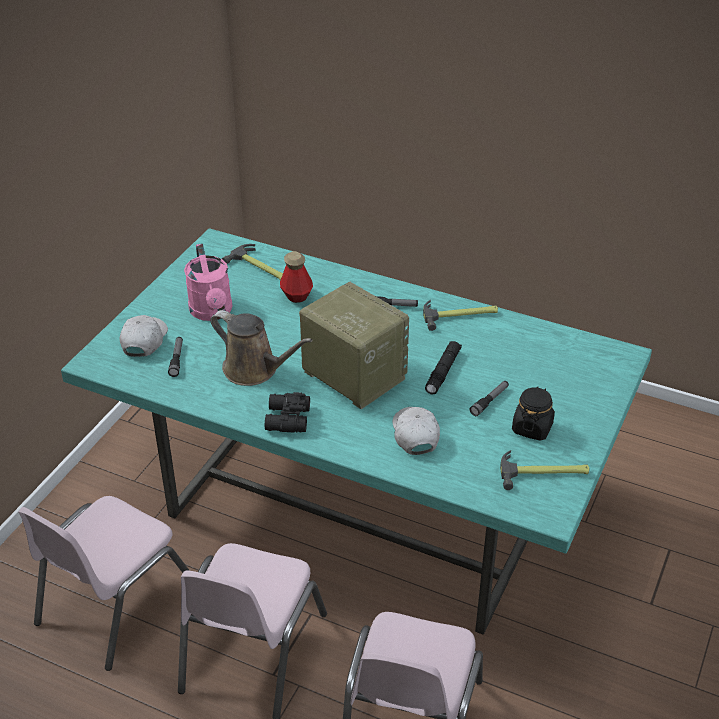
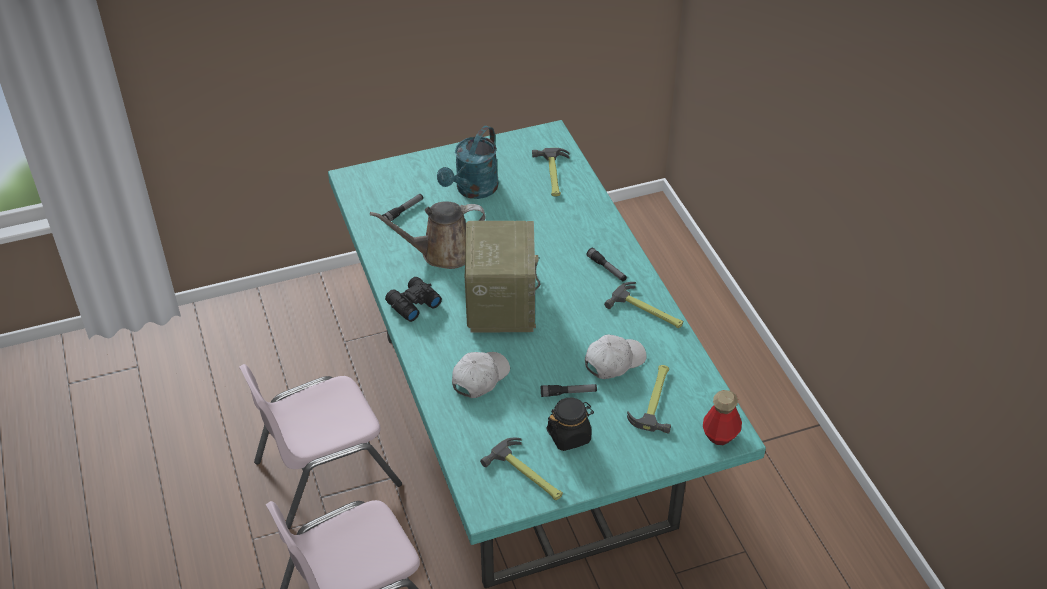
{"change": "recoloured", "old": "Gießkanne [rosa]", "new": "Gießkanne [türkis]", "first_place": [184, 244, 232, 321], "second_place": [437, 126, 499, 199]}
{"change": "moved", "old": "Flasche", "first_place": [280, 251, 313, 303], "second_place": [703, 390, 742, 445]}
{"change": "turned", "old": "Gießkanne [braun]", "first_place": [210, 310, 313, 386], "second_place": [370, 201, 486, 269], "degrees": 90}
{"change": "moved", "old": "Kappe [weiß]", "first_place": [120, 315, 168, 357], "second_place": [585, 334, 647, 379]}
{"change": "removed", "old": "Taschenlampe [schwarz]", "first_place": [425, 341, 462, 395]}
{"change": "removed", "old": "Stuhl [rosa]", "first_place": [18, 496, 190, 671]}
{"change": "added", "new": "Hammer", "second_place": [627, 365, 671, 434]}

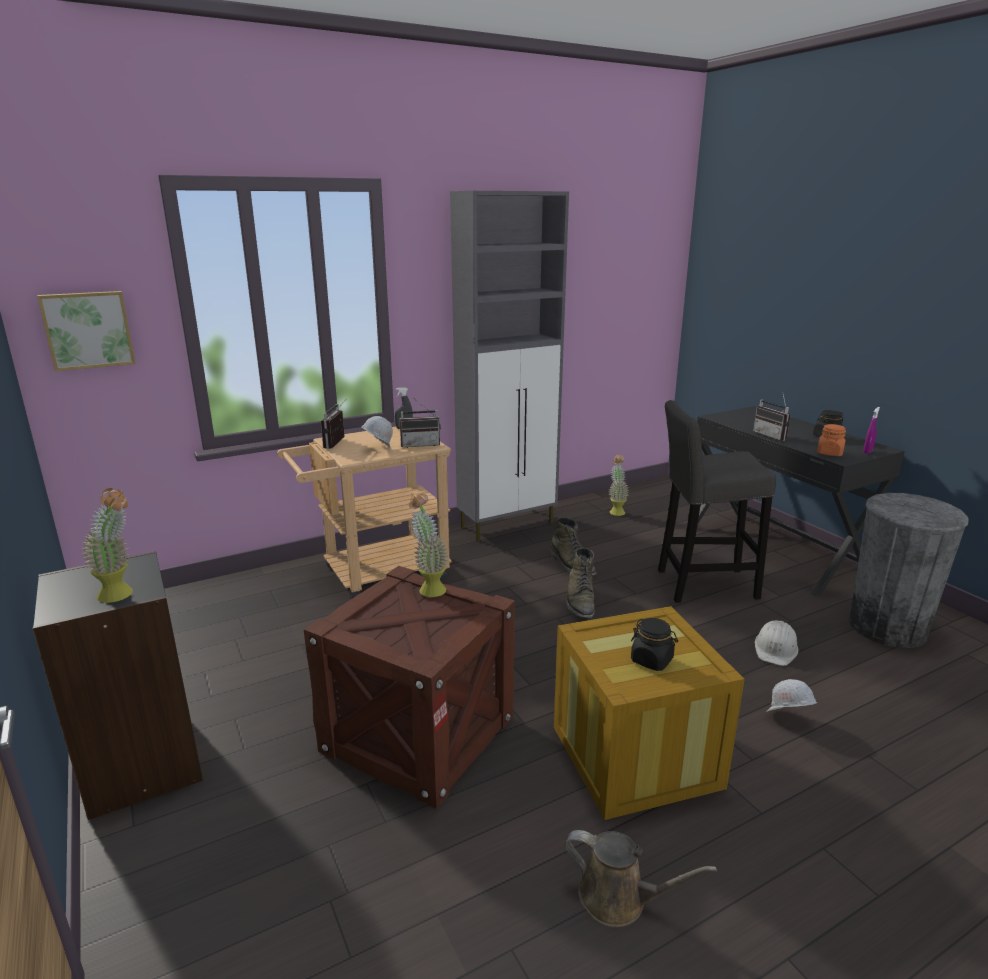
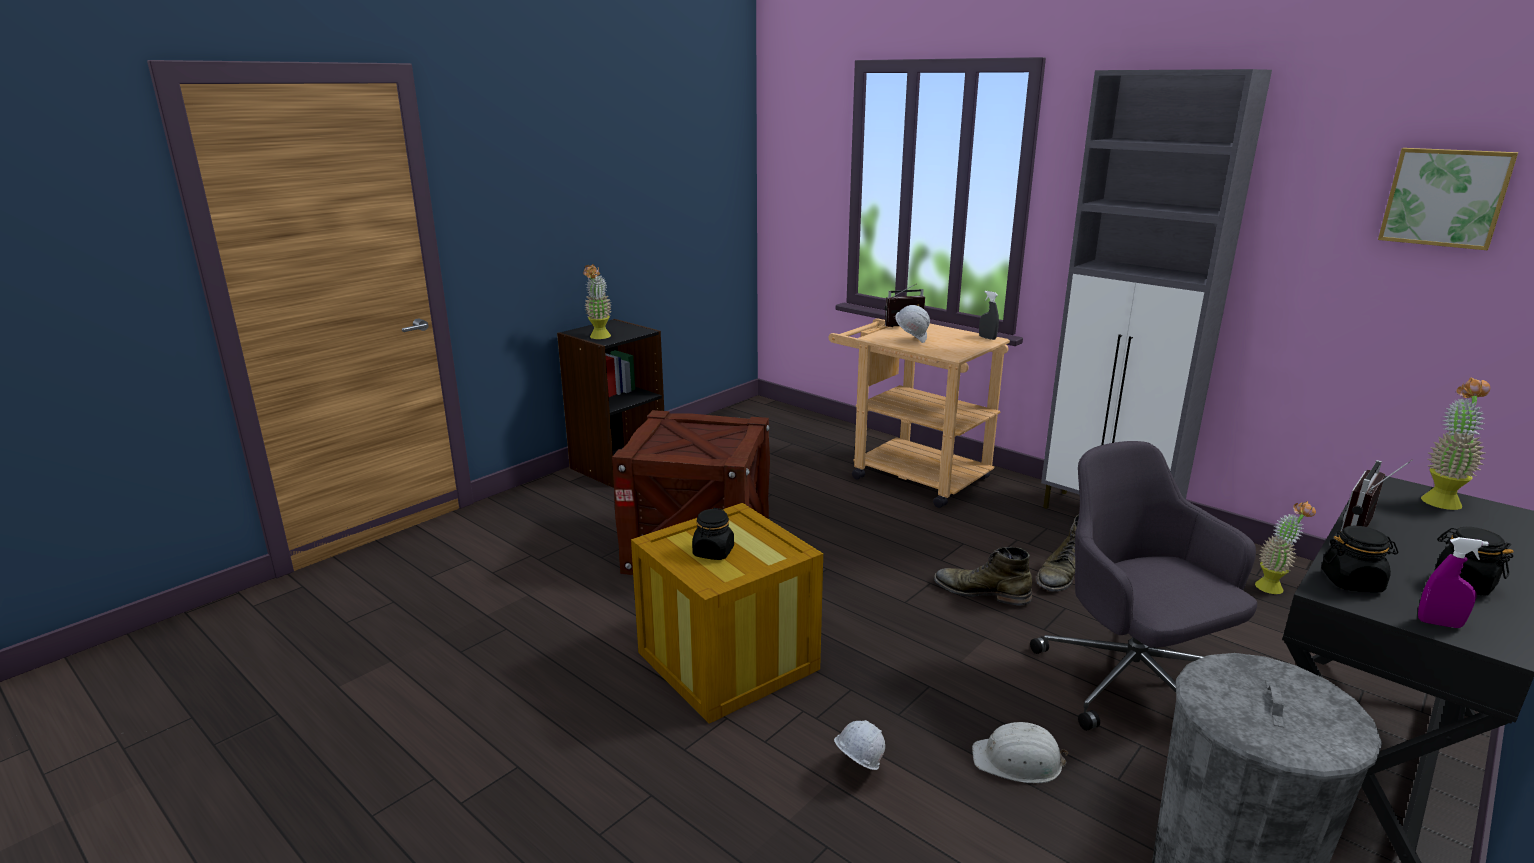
{"change": "moved", "old": "Bild", "first_place": [37, 291, 136, 371], "second_place": [1378, 148, 1518, 250]}
{"change": "removed", "old": "Radio", "first_place": [399, 399, 441, 448]}
{"change": "replaced", "old": "Hocker [grau]", "new": "Bürostuhl [grau]", "first_place": [658, 400, 776, 603], "second_place": [1030, 441, 1257, 731]}
{"change": "recoloured", "old": "Vorratsglas [orange]", "new": "Vorratsglas [schwarz]", "first_place": [817, 424, 846, 456], "second_place": [1321, 526, 1398, 592]}
{"change": "moved", "old": "Topfpflanze", "first_place": [409, 492, 448, 597], "second_place": [1421, 377, 1490, 510]}
{"change": "turned", "old": "Stiefel [grün]", "first_place": [566, 548, 595, 618], "second_place": [934, 547, 1032, 606], "degrees": 45}
{"change": "removed", "old": "Gießkanne [braun]", "first_place": [565, 830, 717, 927]}

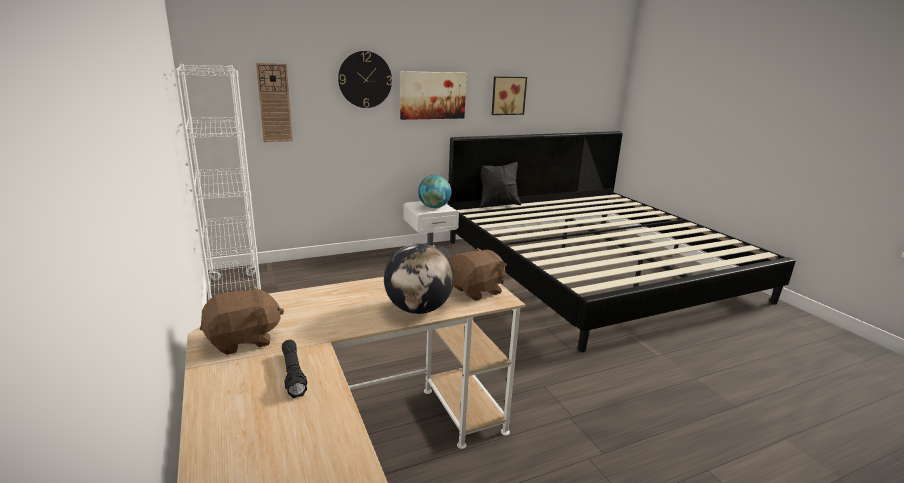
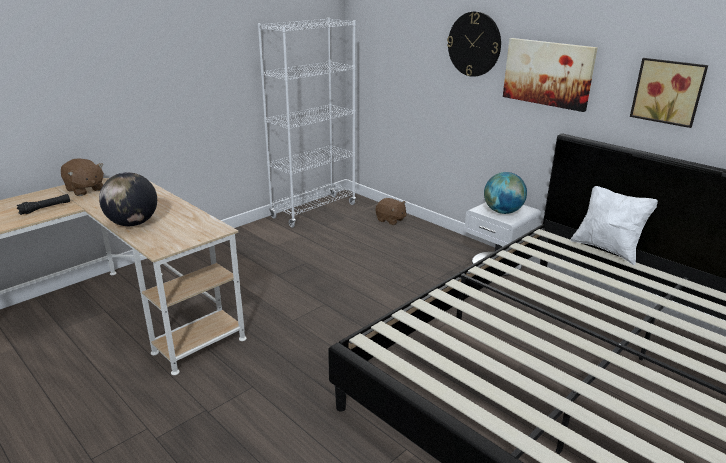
{"change": "removed", "old": "Wanduhr", "first_place": [256, 63, 293, 142]}
{"change": "recoloured", "old": "Kissen [schwarz]", "new": "Kissen [weiß]", "first_place": [480, 162, 521, 208], "second_place": [571, 186, 658, 265]}
{"change": "moved", "old": "Plüschtier [braun]", "first_place": [450, 248, 507, 301], "second_place": [376, 198, 406, 225]}

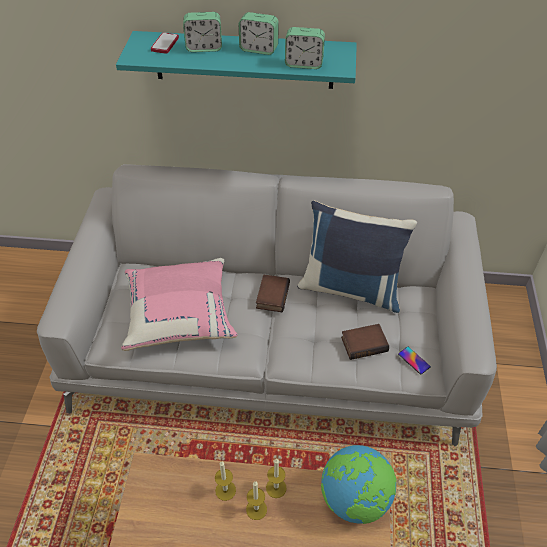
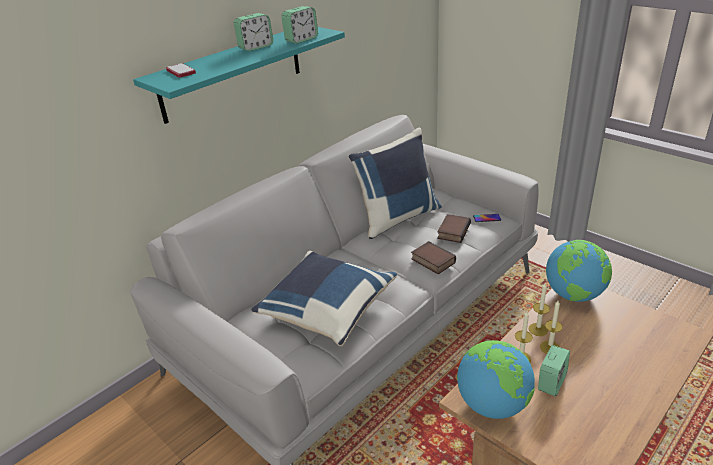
{"change": "moved", "old": "Wecker", "first_place": [183, 12, 222, 52], "second_place": [538, 345, 570, 396]}
{"change": "recoloured", "old": "Kissen [rosa]", "new": "Kissen [blau]", "first_place": [121, 258, 237, 351], "second_place": [252, 251, 397, 346]}
{"change": "moved", "old": "Buch", "first_place": [256, 275, 290, 312], "second_place": [411, 241, 456, 274]}
{"change": "added", "new": "Globus", "second_place": [457, 340, 535, 419]}

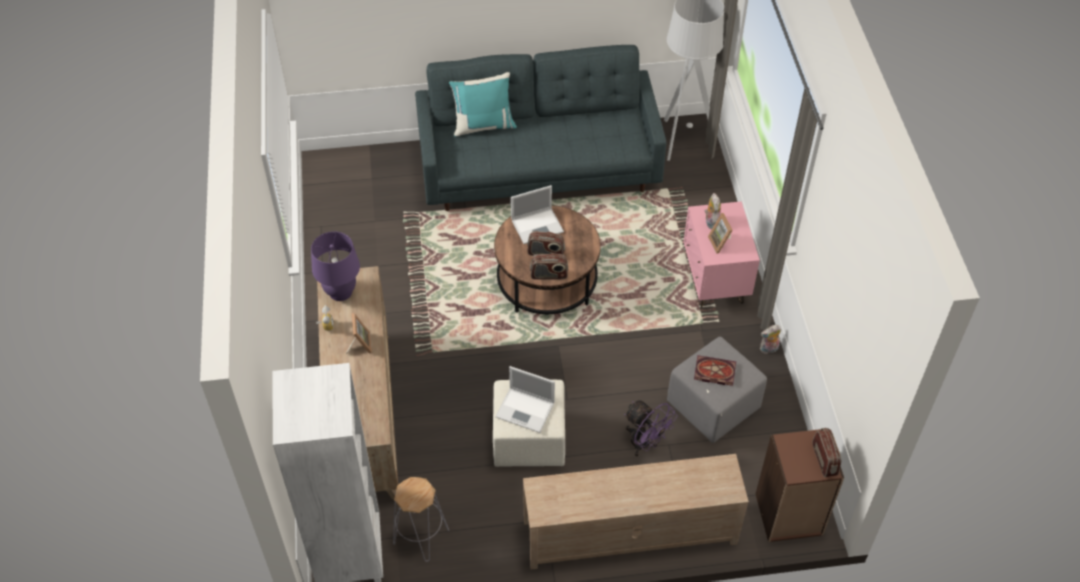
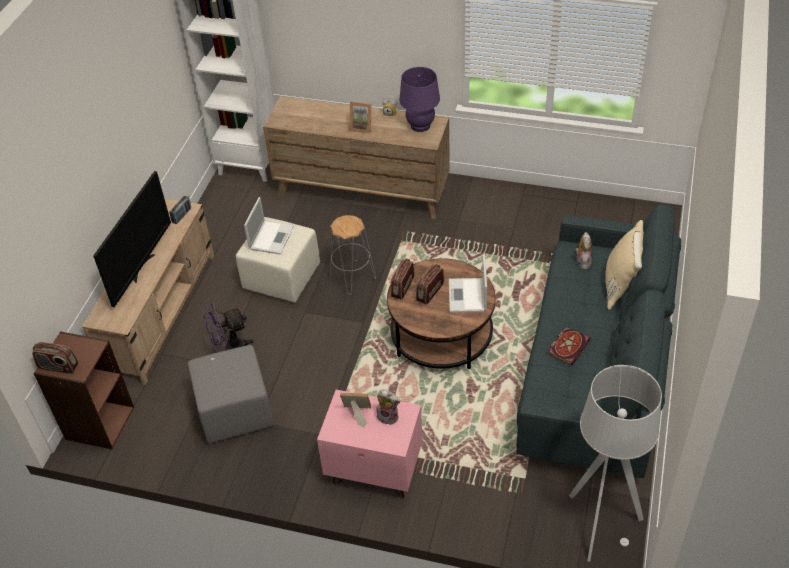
{"change": "recoloured", "old": "Kissen [türkis]", "new": "Kissen [beige]", "first_place": [449, 72, 517, 137], "second_place": [606, 220, 644, 310]}
{"change": "moved", "old": "Plüschtier", "first_place": [760, 325, 781, 354], "second_place": [575, 232, 592, 270]}
{"change": "moved", "old": "Buch", "first_place": [694, 355, 736, 386], "second_place": [548, 327, 591, 365]}
{"change": "turned", "old": "Laptop", "first_place": [495, 366, 555, 433], "second_place": [244, 197, 294, 255], "degrees": 150}
{"change": "moved", "old": "Hocker [grau]", "first_place": [393, 477, 449, 562], "second_place": [329, 215, 376, 295]}
{"change": "added", "new": "Fernseher", "second_place": [93, 171, 171, 307]}
{"change": "added", "new": "Radio", "second_place": [170, 196, 191, 224]}

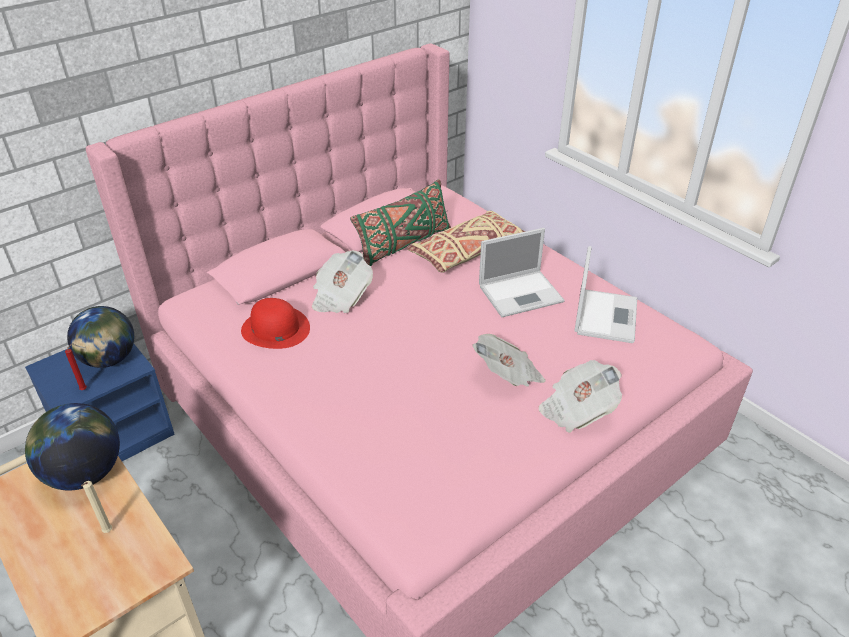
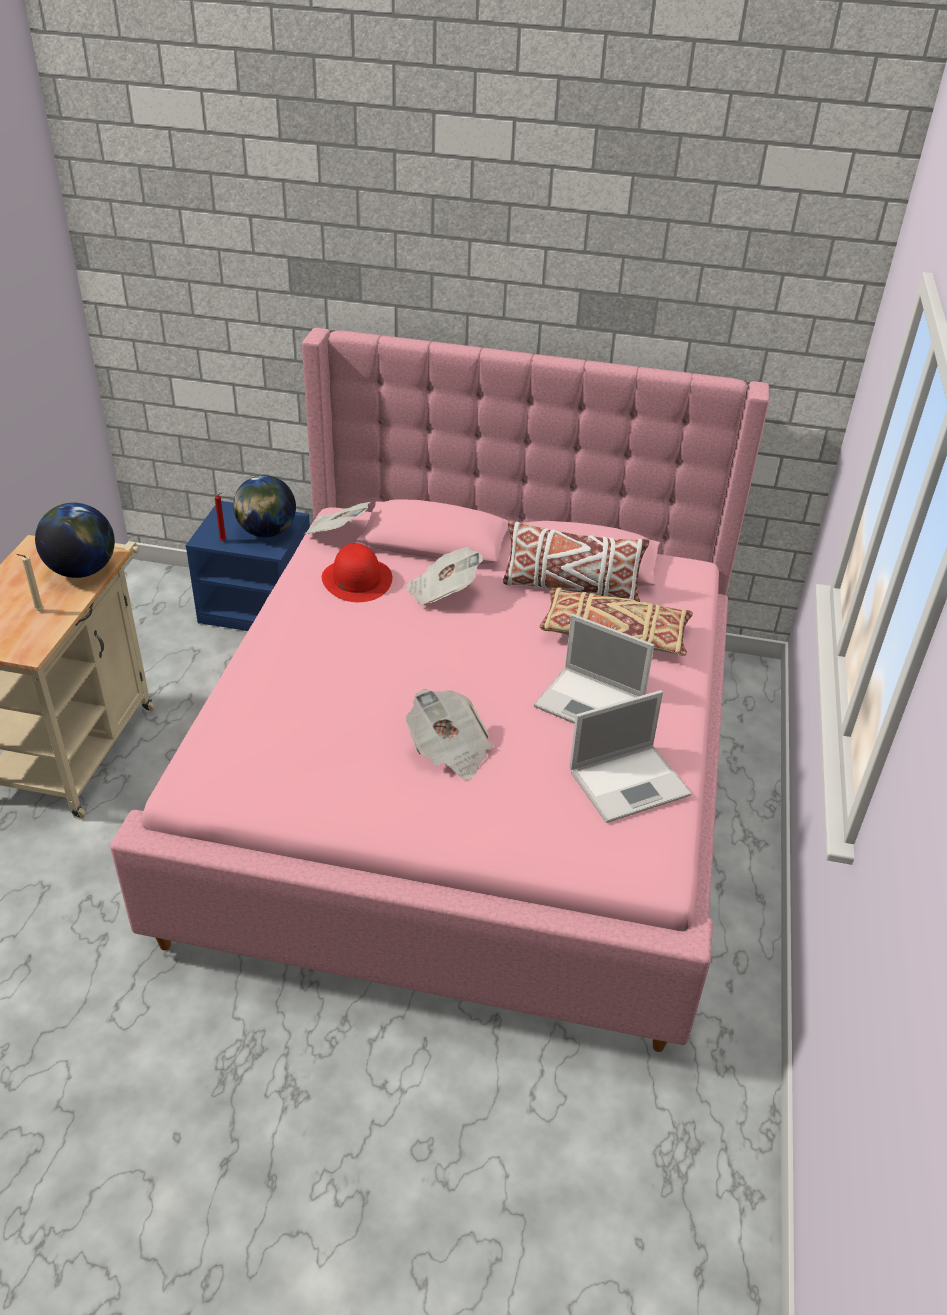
{"change": "recoloured", "old": "Kissen [grün]", "new": "Kissen [weiß]", "first_place": [350, 179, 451, 266], "second_place": [503, 520, 649, 602]}
{"change": "moved", "old": "Zeitung", "first_place": [539, 360, 622, 433], "second_place": [304, 502, 370, 534]}

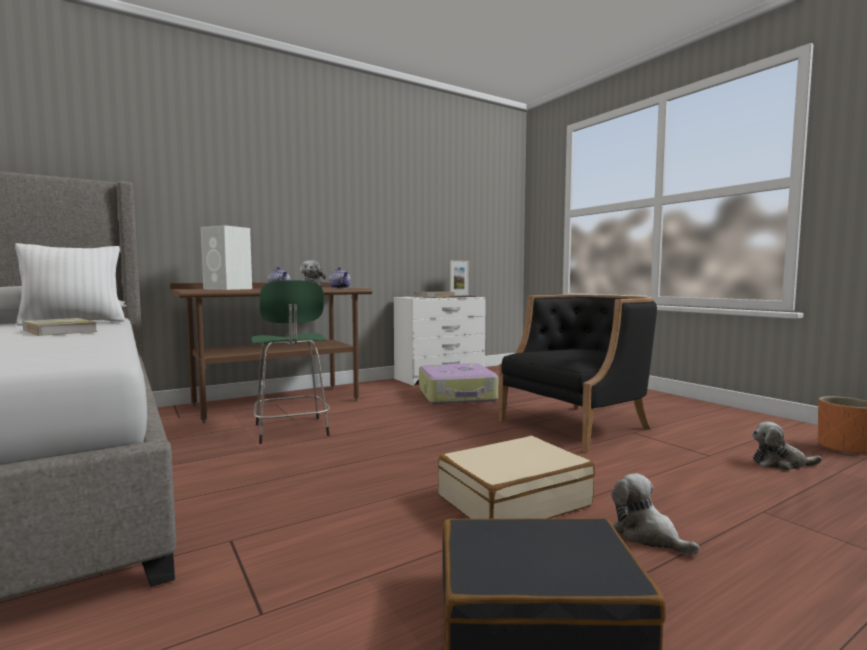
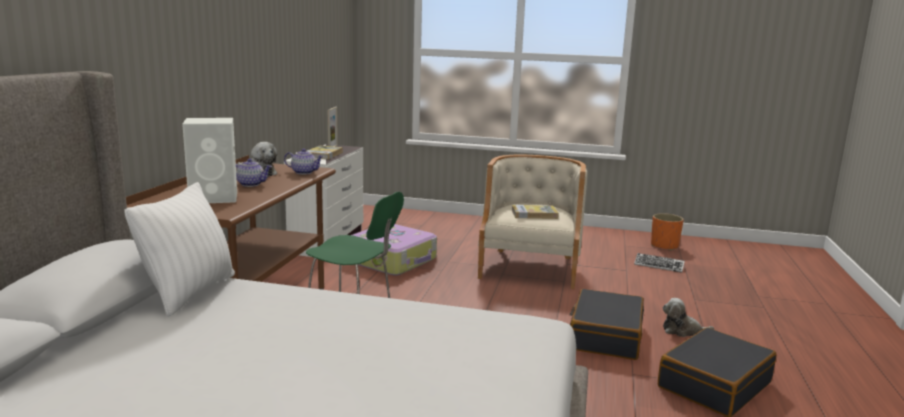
{"change": "recoloured", "old": "Sessel [schwarz]", "new": "Sessel [beige]", "first_place": [499, 295, 657, 453], "second_place": [478, 155, 587, 289]}
{"change": "moved", "old": "Buch", "first_place": [23, 318, 98, 336], "second_place": [512, 205, 559, 219]}
{"change": "replaced", "old": "Plüschtier", "new": "Tastatur", "first_place": [752, 422, 822, 470], "second_place": [634, 253, 685, 273]}
{"change": "recoloured", "old": "Koffer [beige]", "new": "Koffer [schwarz]", "first_place": [438, 436, 595, 519], "second_place": [570, 289, 644, 360]}

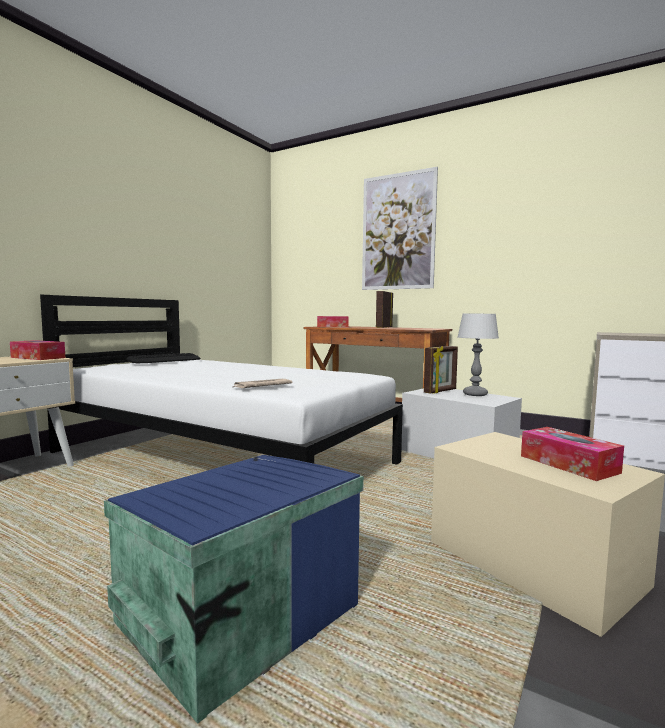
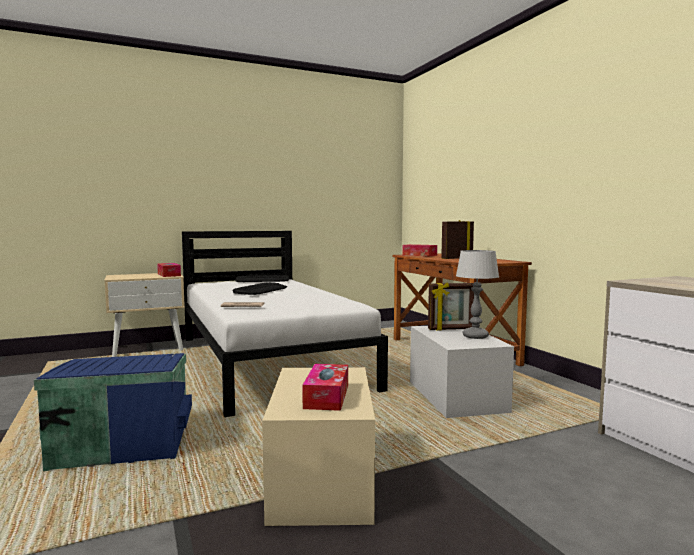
{"change": "removed", "old": "Bild", "first_place": [362, 167, 438, 290]}
{"change": "added", "new": "Tastatur", "second_place": [233, 282, 287, 295]}

